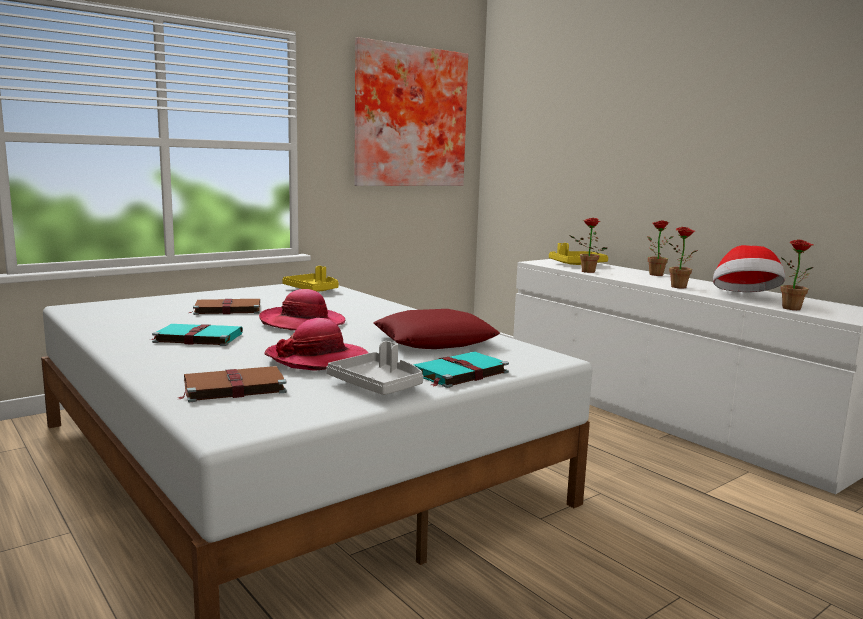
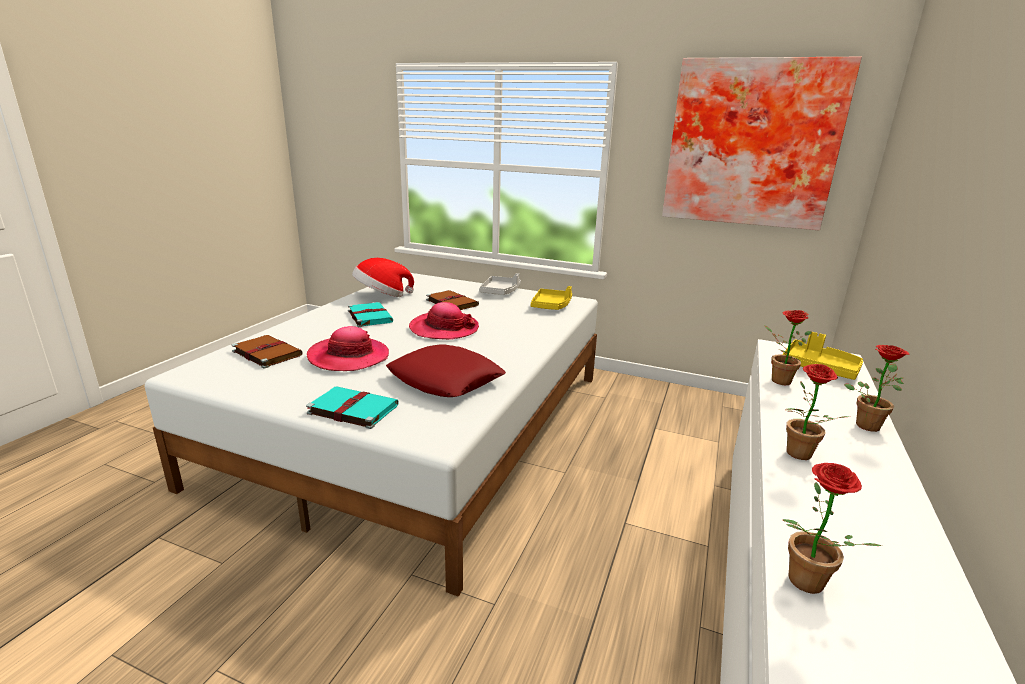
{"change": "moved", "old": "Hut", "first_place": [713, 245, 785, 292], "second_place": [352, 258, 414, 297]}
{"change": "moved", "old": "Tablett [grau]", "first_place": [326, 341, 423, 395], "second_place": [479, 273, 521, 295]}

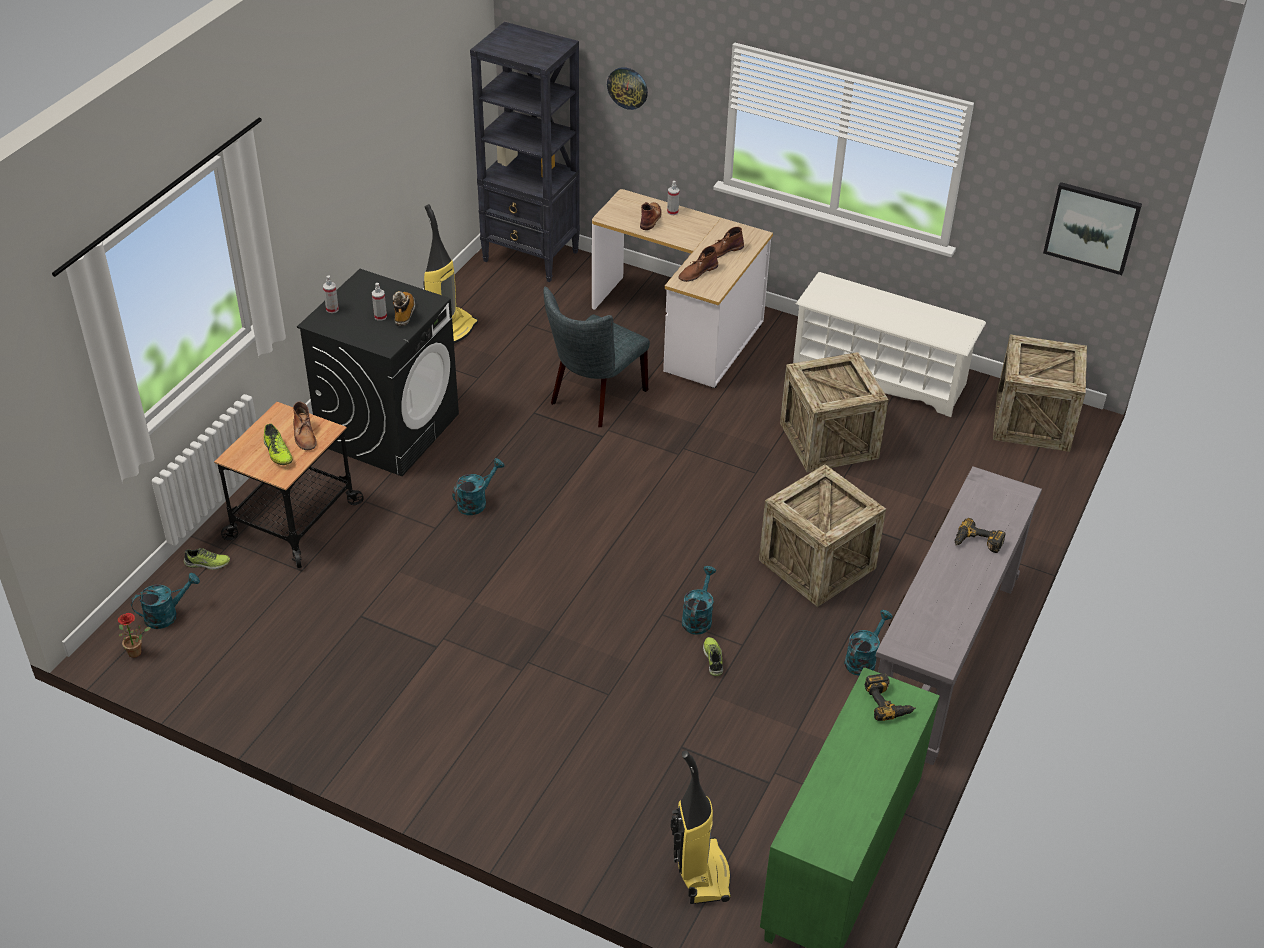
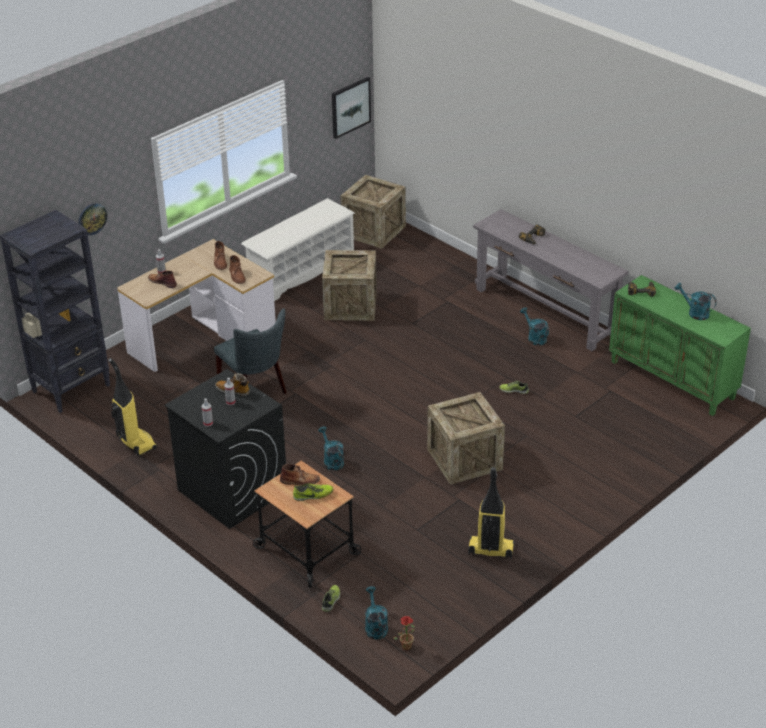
{"change": "moved", "old": "Kiste", "first_place": [759, 464, 886, 607], "second_place": [427, 392, 505, 485]}
{"change": "moved", "old": "Gießkanne [türkis]", "first_place": [682, 566, 716, 635], "second_place": [674, 283, 717, 320]}
{"change": "moved", "old": "Staubsauger", "first_place": [671, 750, 731, 904], "second_place": [468, 467, 515, 559]}

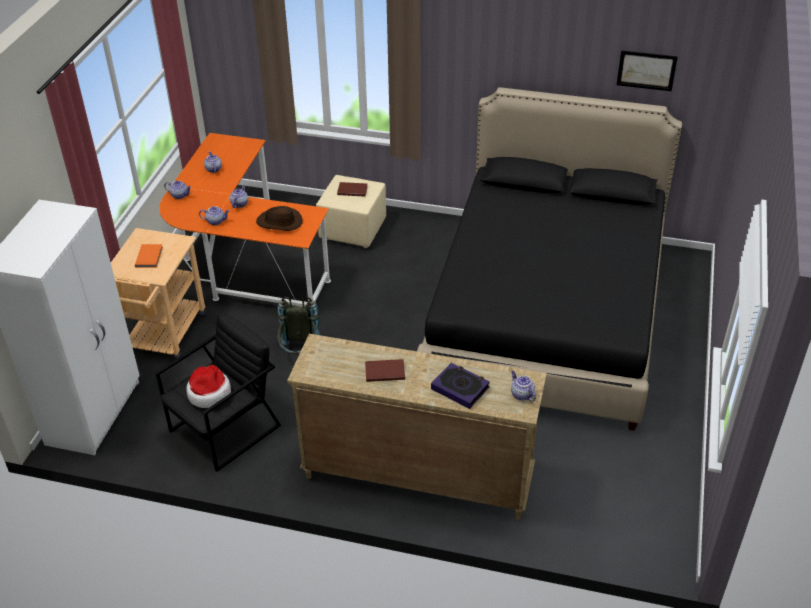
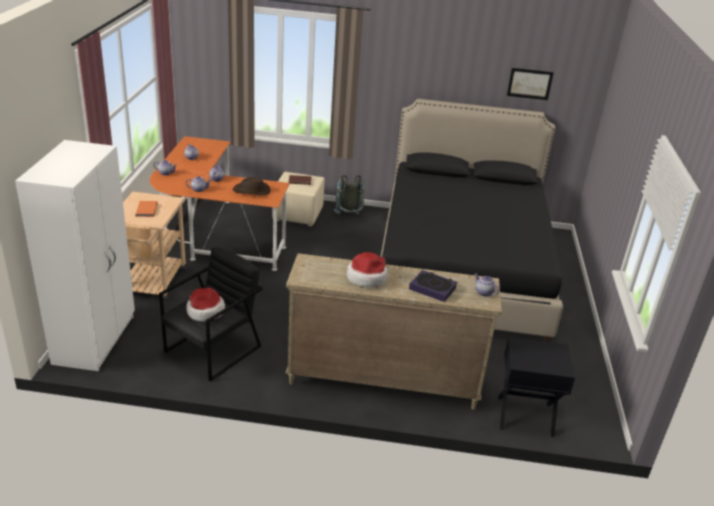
{"change": "moved", "old": "Rucksack [grau]", "first_place": [278, 297, 320, 354], "second_place": [334, 175, 364, 214]}
{"change": "replaced", "old": "Buch [braun]", "new": "Hut", "first_place": [365, 359, 405, 382], "second_place": [347, 252, 387, 288]}
{"change": "added", "new": "Nachttisch [schwarz]", "second_place": [498, 337, 575, 437]}

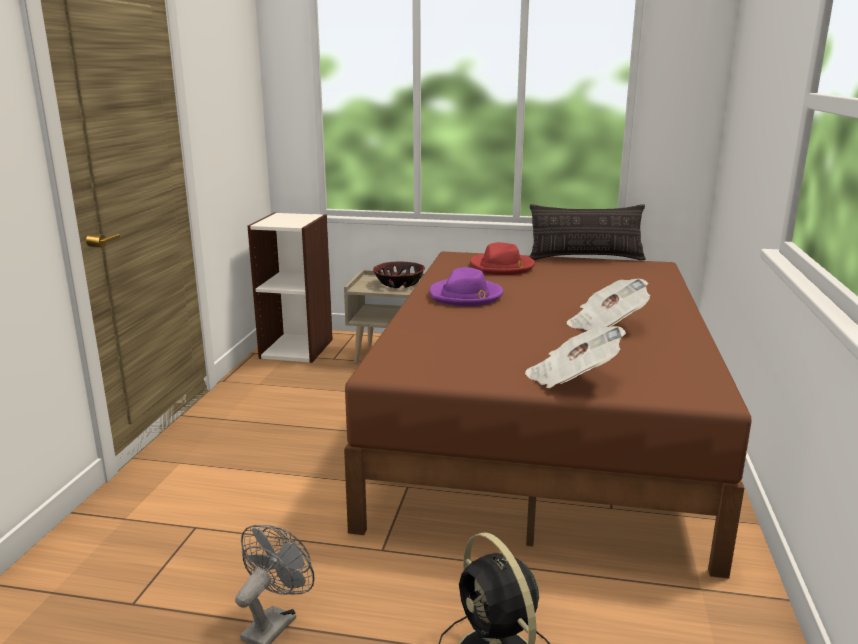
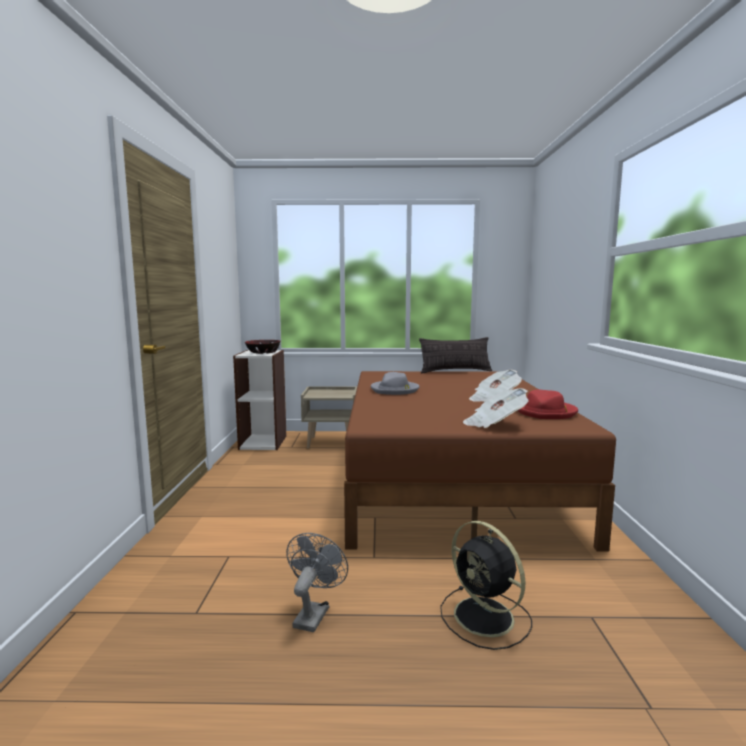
{"change": "moved", "old": "Hut [rot]", "first_place": [470, 242, 535, 275], "second_place": [518, 390, 578, 419]}
{"change": "moved", "old": "Schüssel", "first_place": [373, 261, 425, 288], "second_place": [245, 340, 281, 354]}
{"change": "recoloured", "old": "Hut [lila]", "new": "Hut [grau]", "first_place": [429, 267, 503, 306], "second_place": [371, 372, 419, 395]}

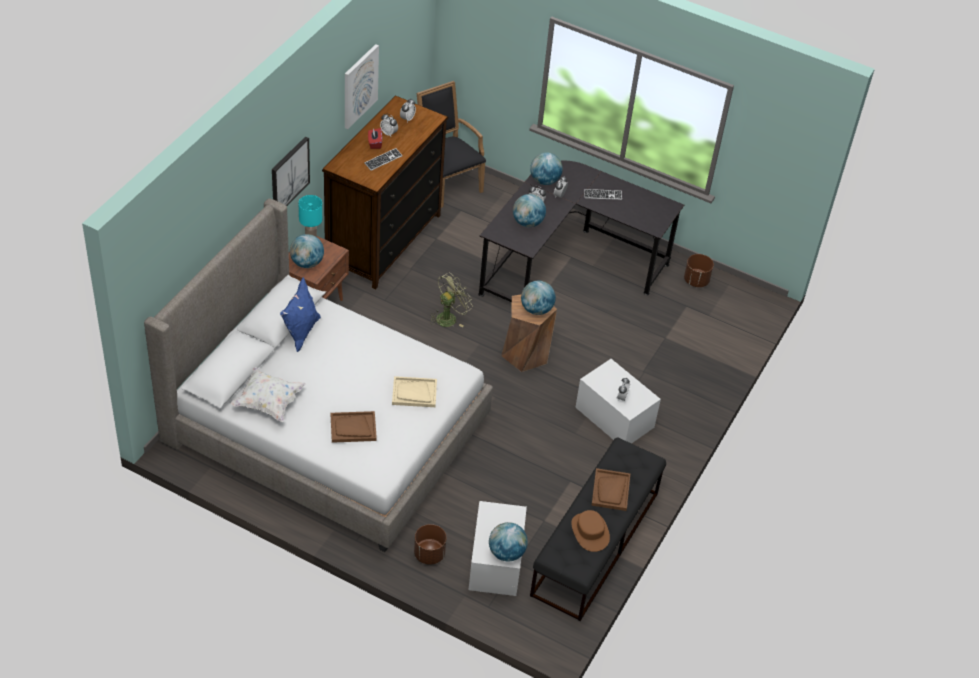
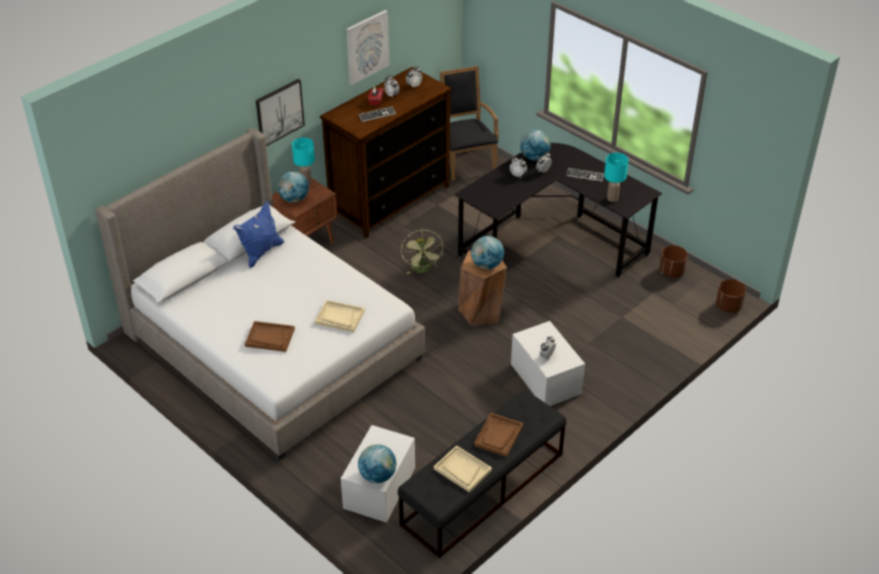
{"change": "removed", "old": "Globus", "first_place": [513, 194, 546, 227]}
{"change": "turned", "old": "Ventilator [grün]", "first_place": [430, 272, 473, 327], "second_place": [401, 230, 443, 274], "degrees": 105}
{"change": "removed", "old": "Kissen [weiß]", "first_place": [231, 367, 306, 422]}
{"change": "replaced", "old": "Hut [braun]", "new": "Tablett [beige]", "first_place": [571, 510, 610, 552], "second_place": [434, 445, 492, 492]}
{"change": "moved", "old": "Pflanzkübel [braun]", "first_place": [414, 524, 446, 565], "second_place": [716, 279, 746, 313]}
{"change": "added", "new": "Tischlampe [türkis]", "second_place": [604, 153, 629, 202]}

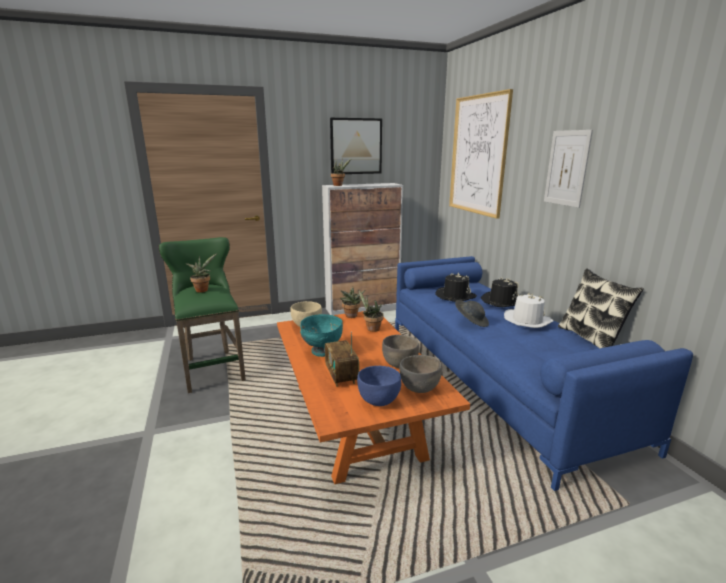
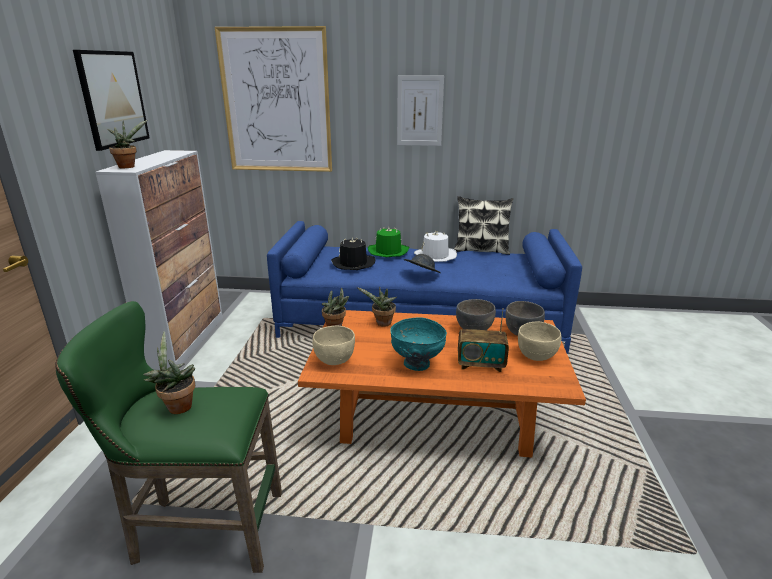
{"change": "recoloured", "old": "Hut [schwarz]", "new": "Hut [grün]", "first_place": [481, 278, 519, 307], "second_place": [368, 227, 409, 257]}
{"change": "recoloured", "old": "Schüssel [blau]", "new": "Schüssel [beige]", "first_place": [357, 366, 401, 406], "second_place": [518, 322, 561, 361]}

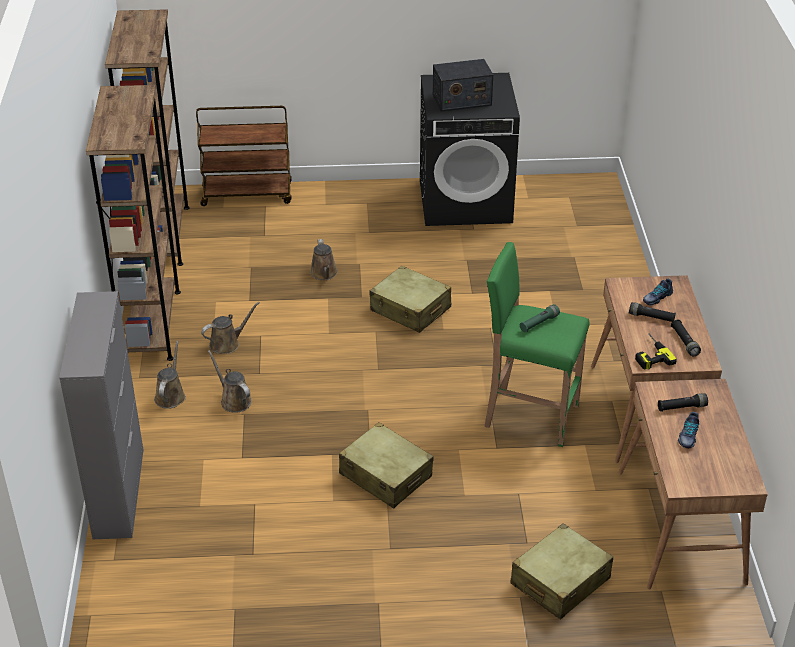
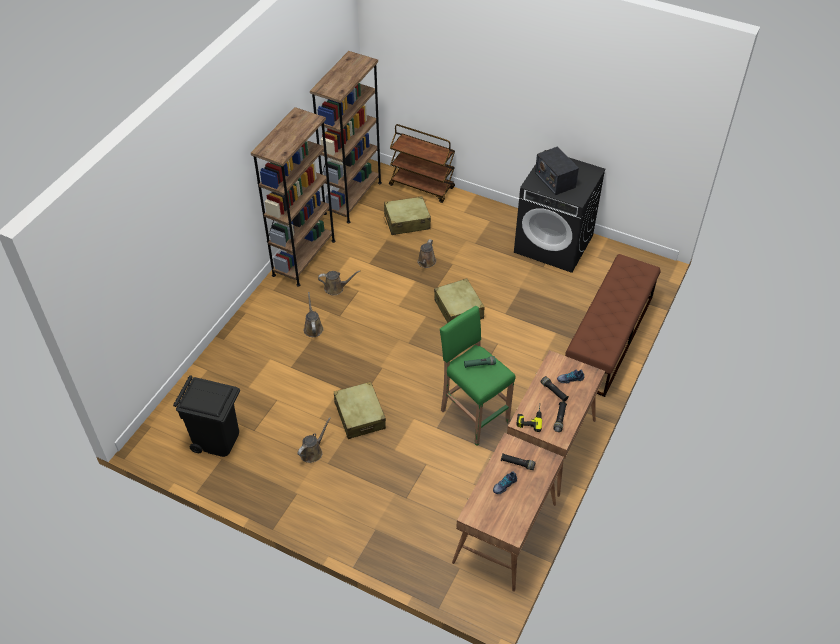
{"change": "turned", "old": "Radio", "first_place": [433, 59, 493, 112], "second_place": [535, 146, 579, 195], "degrees": 45}
{"change": "removed", "old": "Schrank [grau]", "first_place": [59, 291, 143, 539]}
{"change": "moved", "old": "Gießkanne [braun]", "first_place": [154, 340, 186, 409], "second_place": [297, 417, 331, 463]}
{"change": "moved", "old": "Koffer [beige]", "first_place": [510, 523, 613, 620], "second_place": [384, 196, 431, 235]}
{"change": "added", "new": "Bank [braun]", "second_place": [565, 254, 661, 397]}
{"change": "added", "new": "Mülleimer [schwarz]", "second_place": [173, 375, 240, 457]}

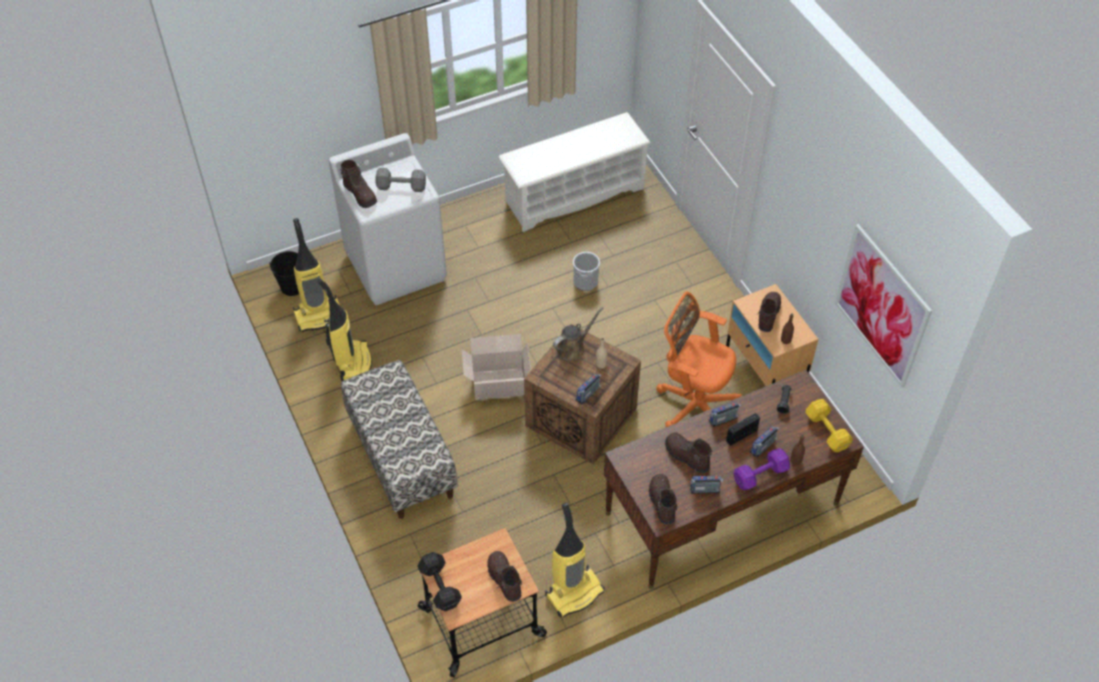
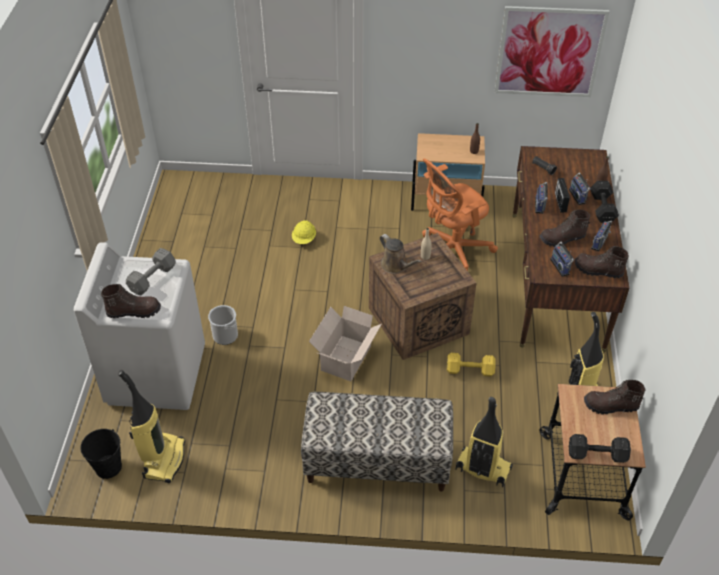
{"change": "removed", "old": "Schuhregal [weiß]", "first_place": [498, 112, 651, 232]}
{"change": "moved", "old": "Eimer", "first_place": [573, 252, 600, 291], "second_place": [208, 305, 238, 345]}
{"change": "moved", "old": "Staubsauger", "first_place": [318, 279, 372, 381], "second_place": [456, 397, 513, 488]}
{"change": "removed", "old": "Stiefel [braun]", "first_place": [756, 292, 781, 332]}
{"change": "turned", "old": "Gießkanne [braun]", "first_place": [553, 307, 603, 361], "second_place": [380, 234, 422, 274], "degrees": 150}
{"change": "moved", "old": "Radio", "first_place": [575, 374, 602, 404], "second_place": [550, 242, 574, 277]}
{"change": "moved", "old": "Hantel [gelb]", "first_place": [805, 399, 853, 452], "second_place": [447, 353, 496, 377]}
{"change": "recoloured", "old": "Hantel [lila]", "new": "Hantel [schwarz]", "first_place": [733, 448, 790, 490], "second_place": [590, 181, 619, 223]}
{"change": "added", "new": "Schutzhelm [gelb]", "second_place": [292, 220, 316, 244]}

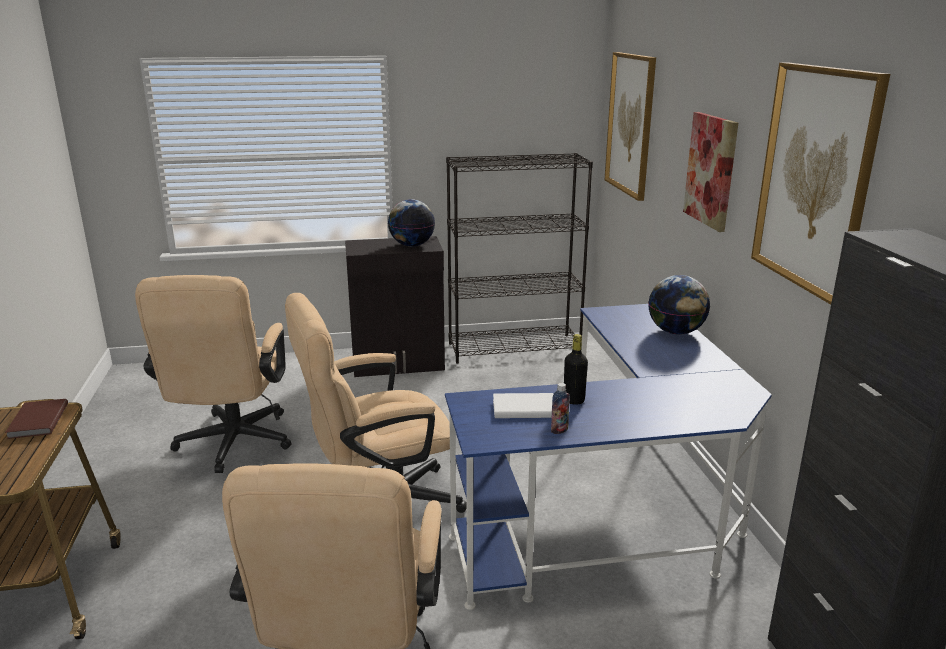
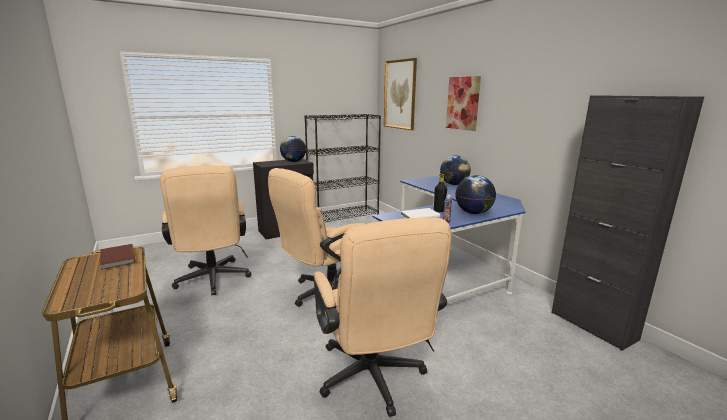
{"change": "removed", "old": "Bild", "first_place": [751, 62, 890, 305]}
{"change": "added", "new": "Globus", "second_place": [455, 175, 496, 214]}

